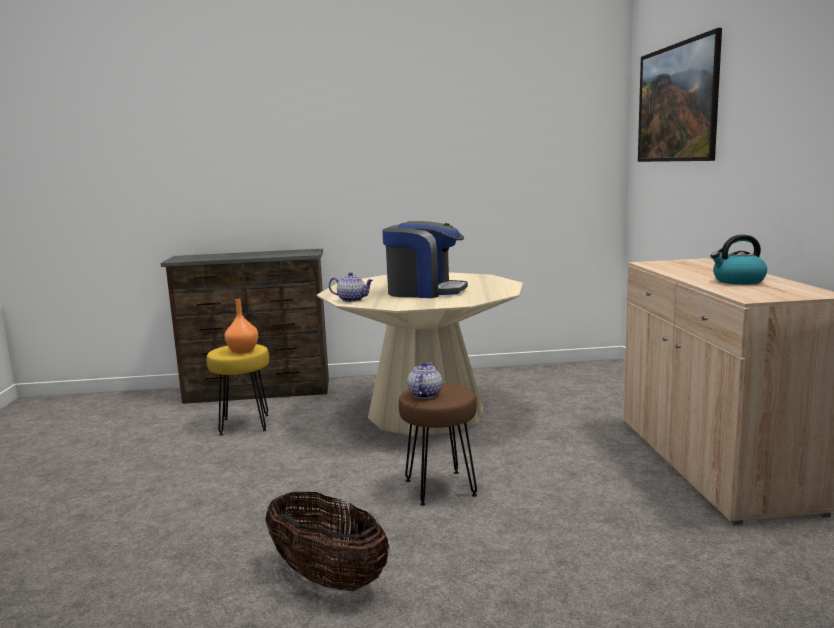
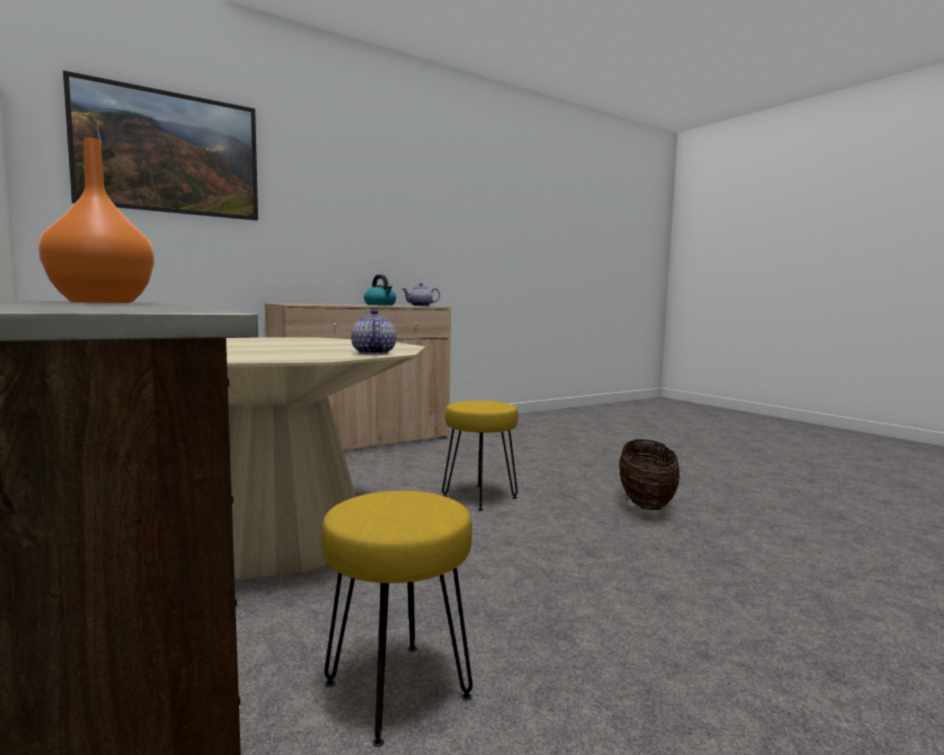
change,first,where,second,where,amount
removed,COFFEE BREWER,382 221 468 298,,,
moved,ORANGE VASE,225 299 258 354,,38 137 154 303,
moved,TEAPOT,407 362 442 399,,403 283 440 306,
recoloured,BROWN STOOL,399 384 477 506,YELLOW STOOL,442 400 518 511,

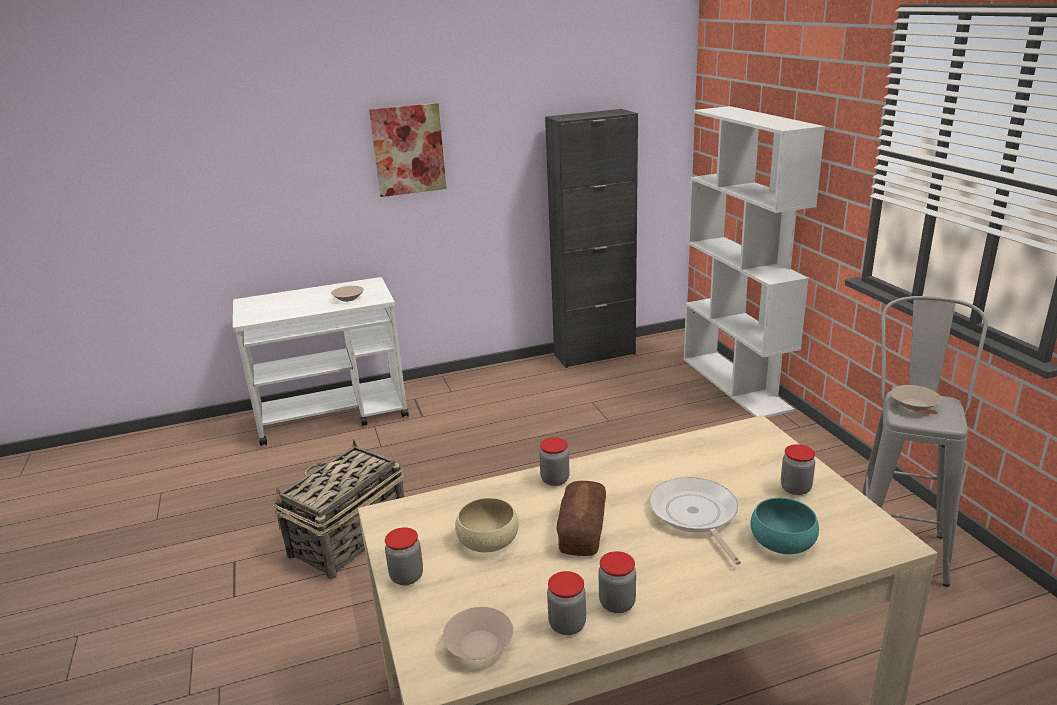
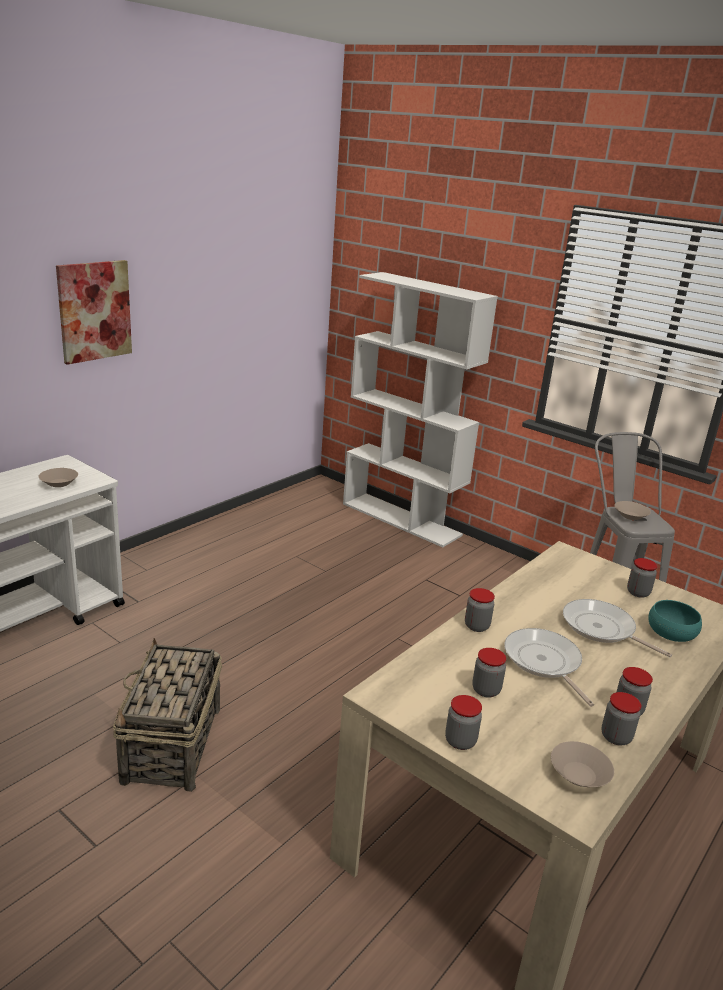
change,first,where,second,where,amount
removed,BLACK-COLOURED CABINET,545 109 638 368,,,
replaced,SAND-COLOURED SERVING BOWL,455 497 519 552,PRESERVE JAR,472 648 506 698,
replaced,BAKERY BREAD,556 481 606 556,FRYING PAN,504 628 594 707,

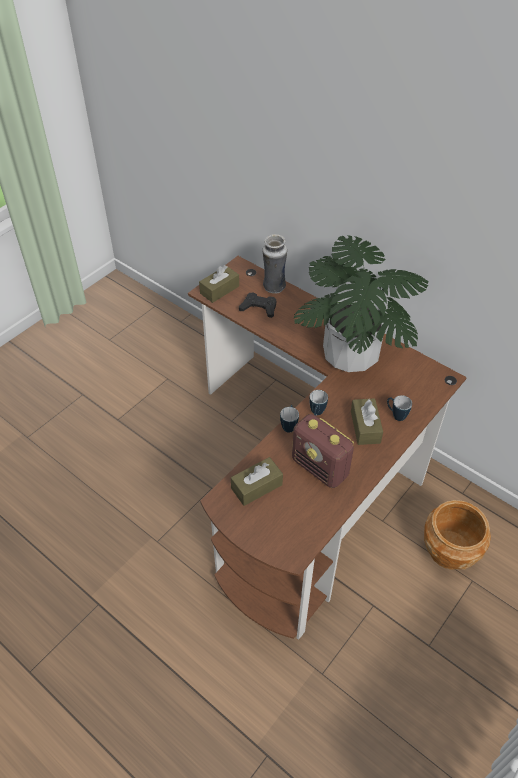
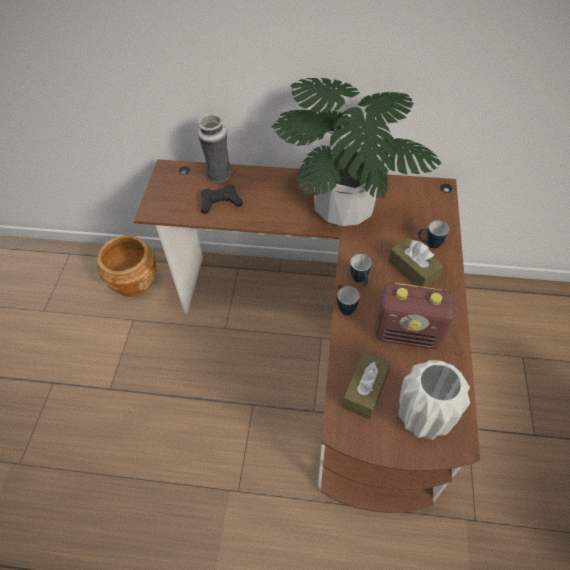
change,first,where,second,where,amount
removed,BROWN BOX OF TISSUES,199 265 239 303,,,
added,,,WHITISH VASE,399 360 470 440,
moved,BROWN PLANTER,424 500 491 570,,97 235 156 297,

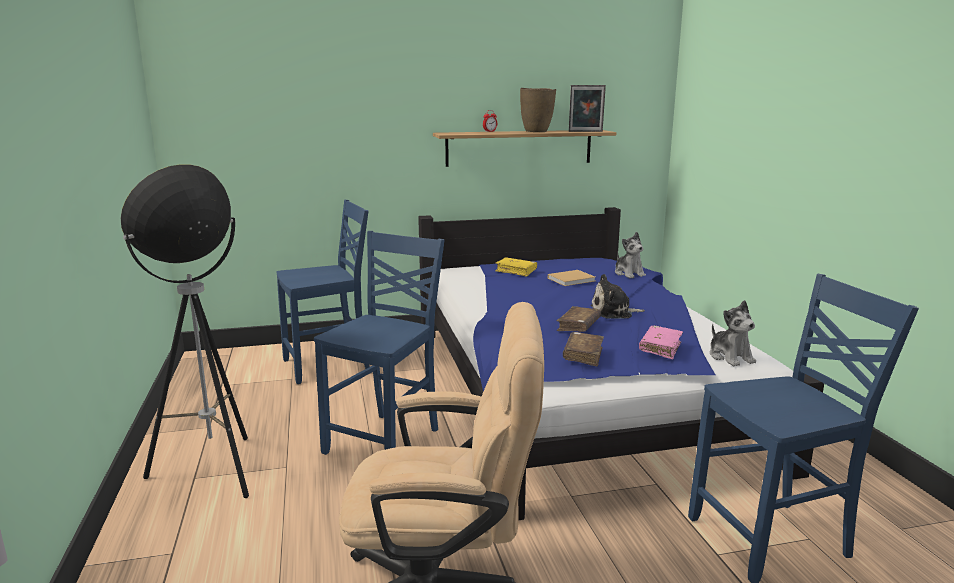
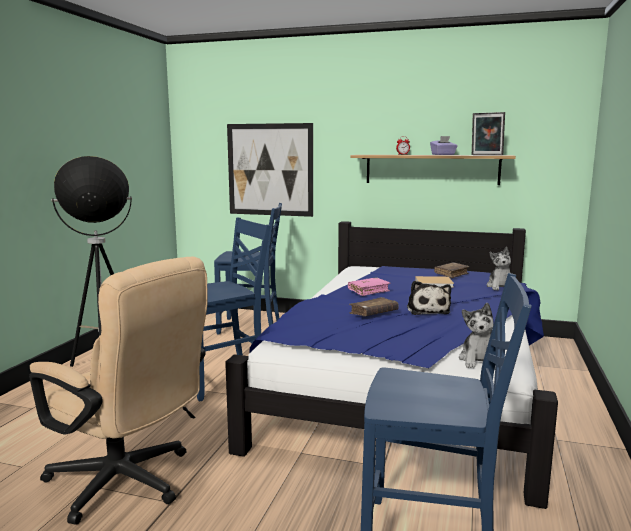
change,first,where,second,where,amount
removed,YELLOW BOOK,495 257 537 277,,,
added,,,WALL PICTURE,227 123 313 217,
moved,BROWN BOOK,563 332 604 367,,434 262 469 278,
moved,PINK BOOK,639 325 683 359,,348 277 391 296,
replaced,BROWN VASE,520 88 556 132,PURPLE BOX OF TISSUES,430 136 457 155,
turned,CUDDLY TOY,590 274 645 319,,407 281 451 315,120 degrees counterclockwise

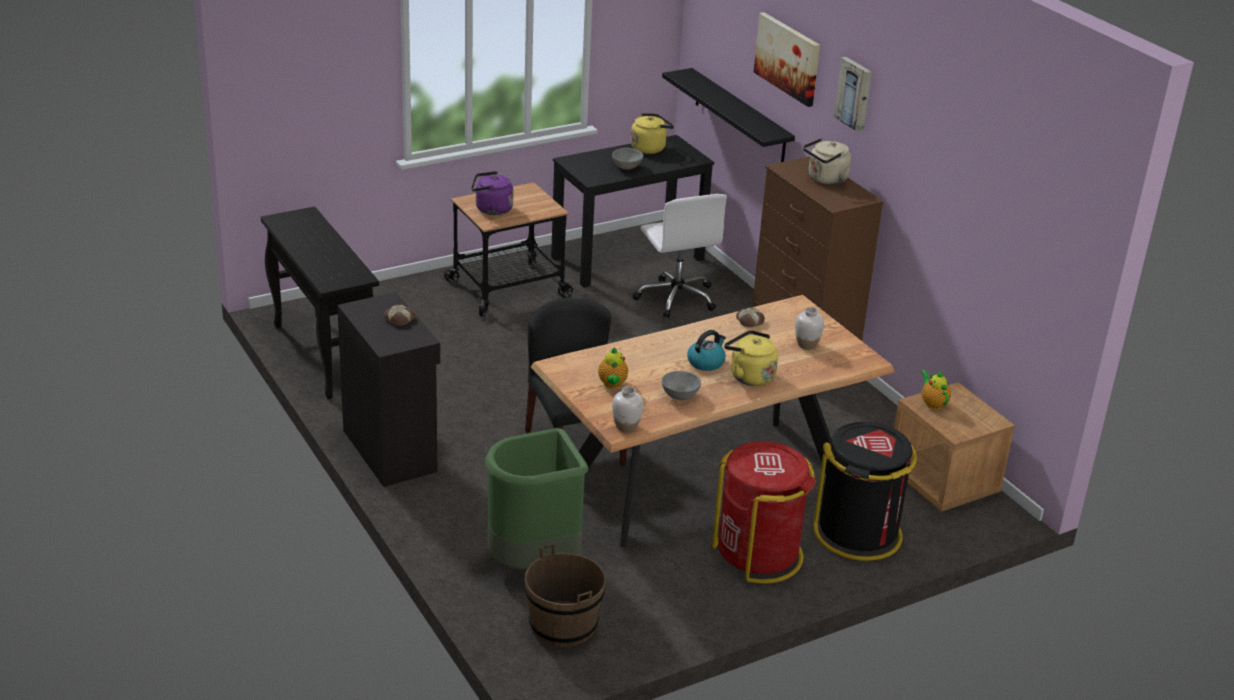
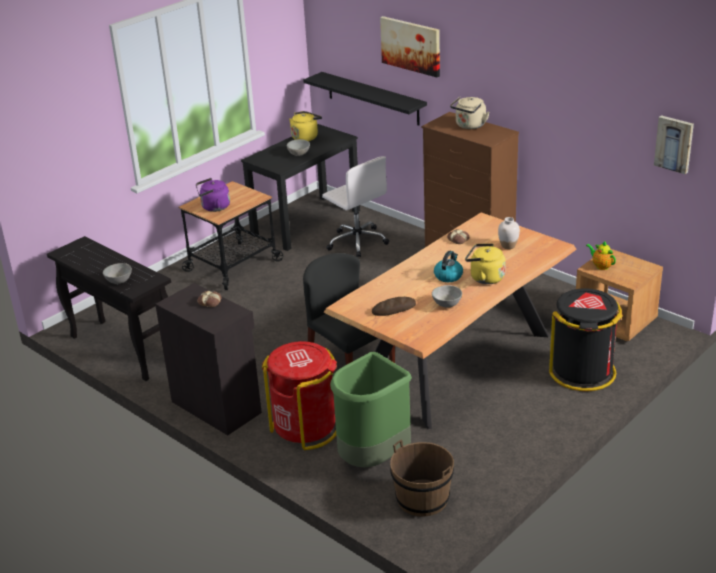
change,first,where,second,where,amount
removed,WHITISH VASE,612 386 643 433,,,
added,,,GREYISH SERVING BOWL,103 263 132 284,
moved,RED TRASH CAN,712 441 816 584,,262 341 337 450,
moved,WALL PICTURE,834 57 872 133,,654 115 694 174,
replaced,TEAPOT,598 347 628 388,BAKERY BREAD,372 297 416 316,

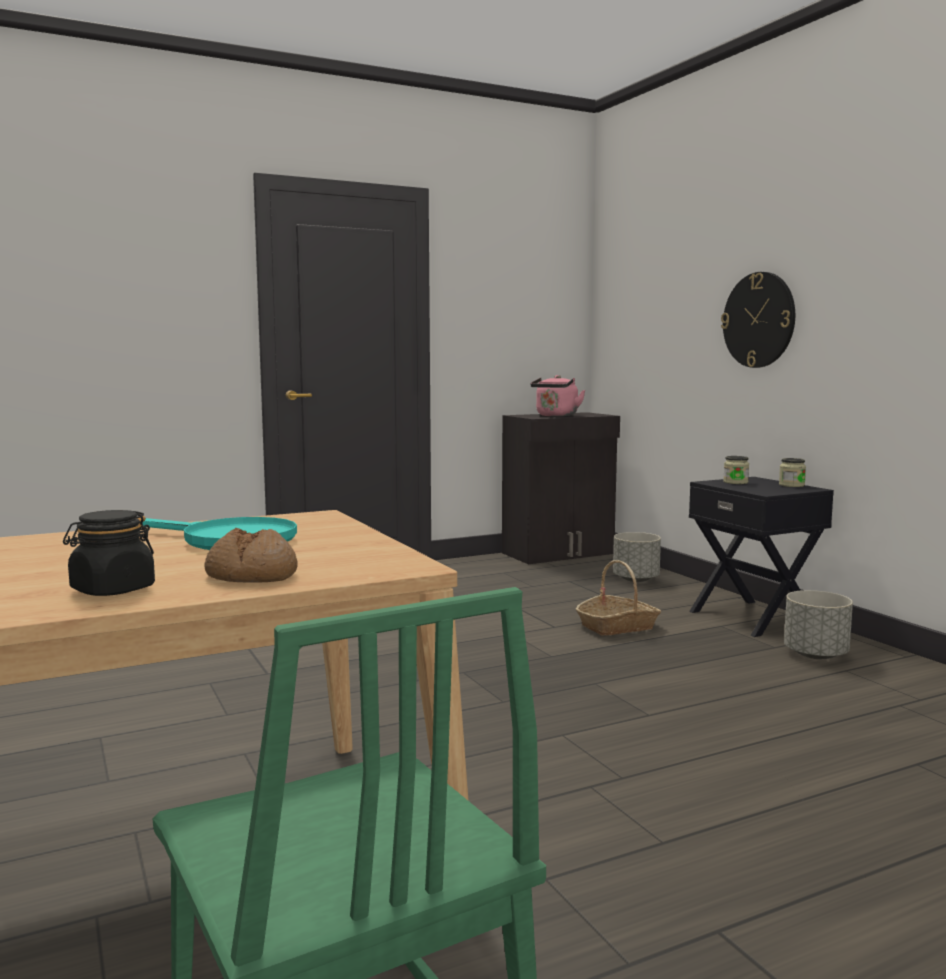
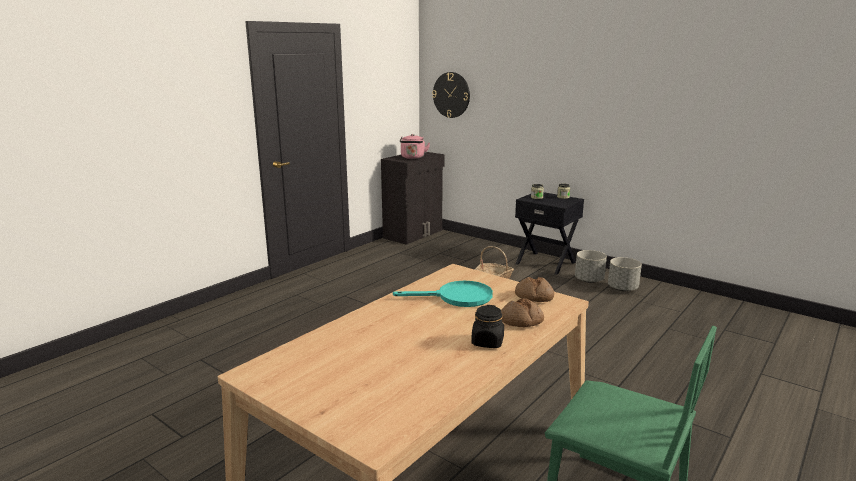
change,first,where,second,where,amount
added,,,BAKERY BREAD,515 277 554 302,
moved,GREYISH PLANTER,613 532 661 582,,608 257 642 291,
moved,CLOCK ON THE WALL,721 272 795 368,,432 72 470 118,

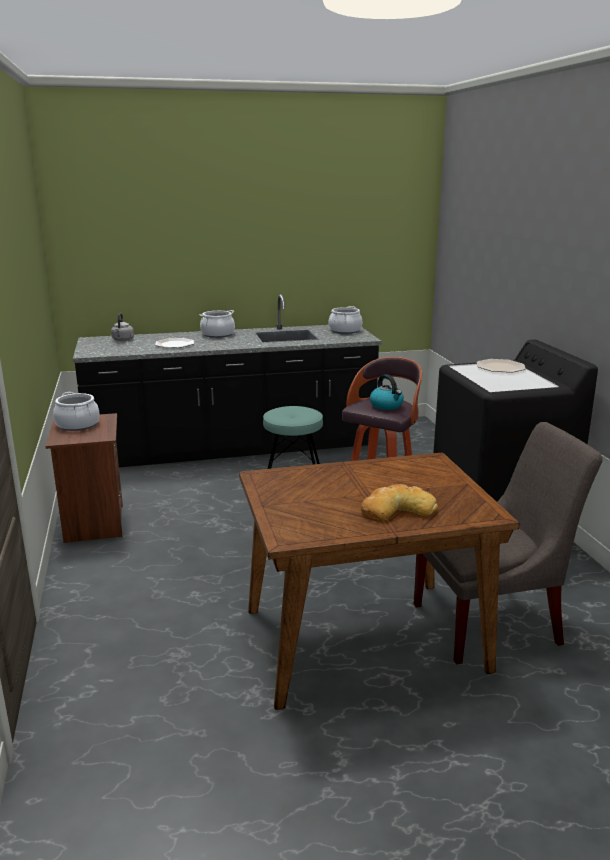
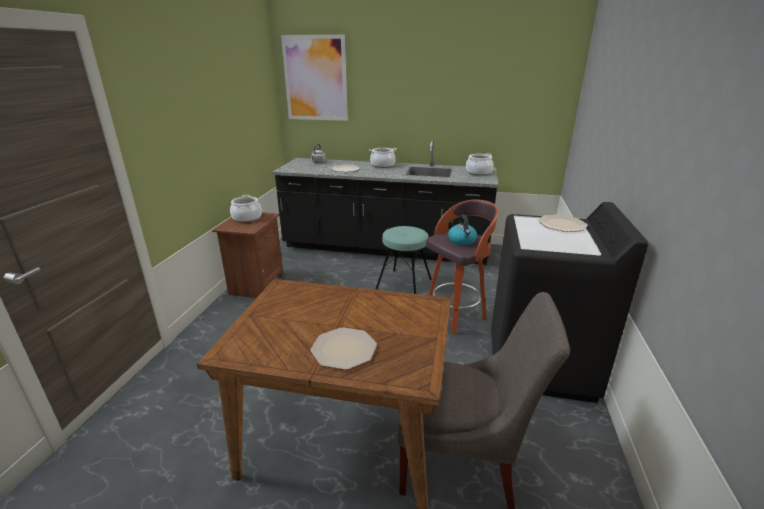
change,first,where,second,where,amount
added,,,WALL PICTURE,281 35 348 121,
replaced,BAKERY BREAD,361 484 438 521,FLAT DISH,310 327 377 370,

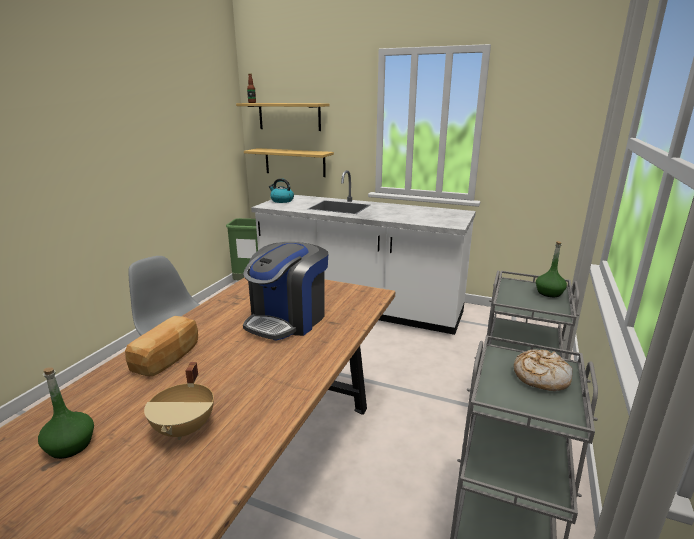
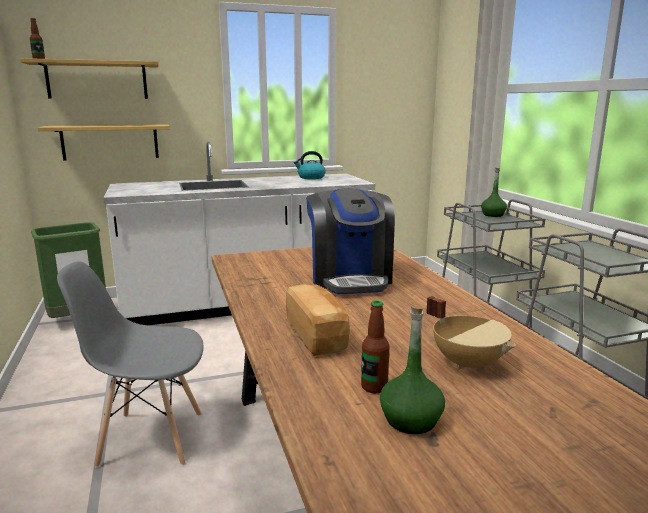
change,first,where,second,where,amount
removed,BAKERY BREAD,514 349 572 391,,,
added,,,DRINK BOTTLE,361 300 389 393,
moved,WATER KETTLE,269 178 294 203,,294 151 326 179,

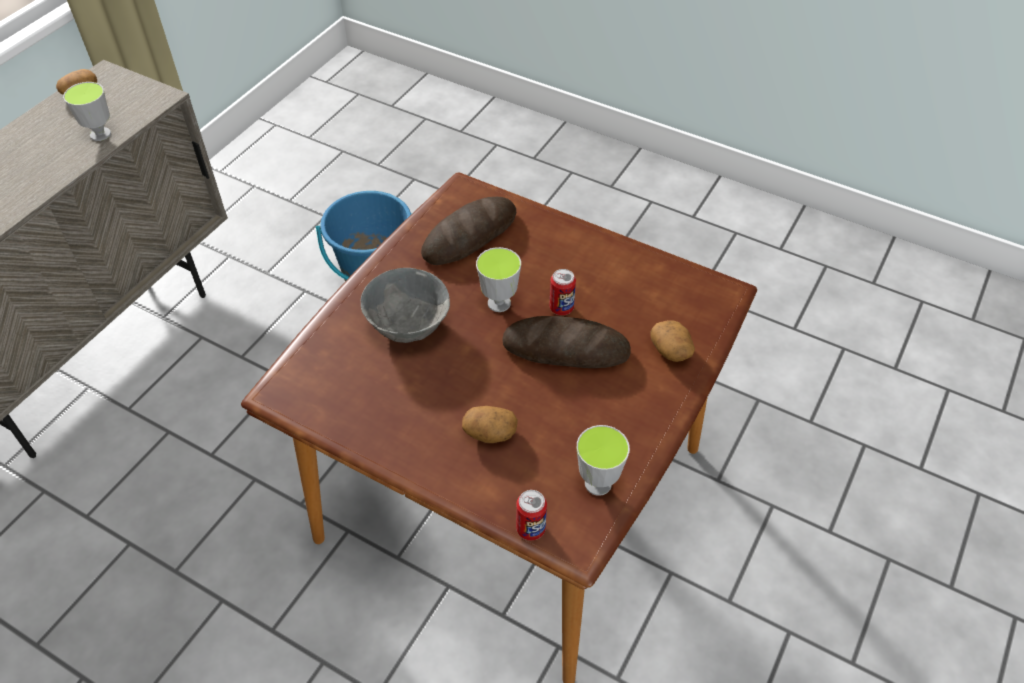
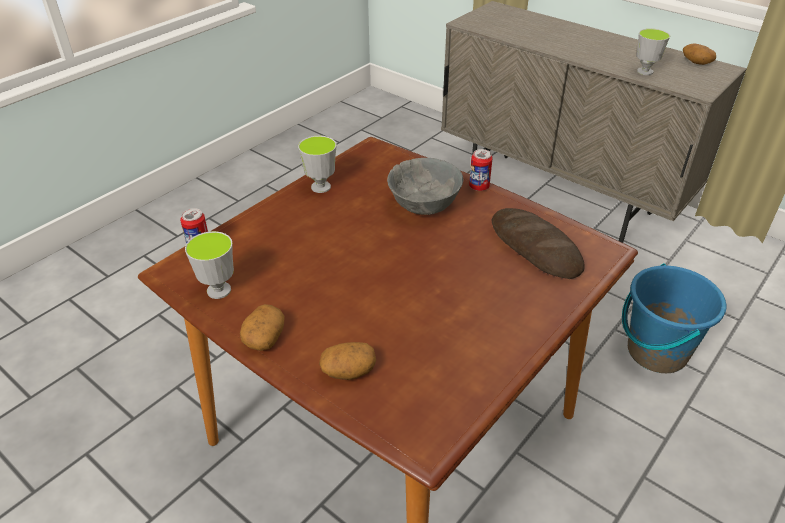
change,first,where,second,where,amount
removed,BAKERY BREAD,502 316 631 368,,,
moved,POTATO,462 406 518 443,,240 304 285 351,
moved,CUP,476 247 521 312,,298 136 337 193,
moved,SEALED CAN,549 269 576 315,,469 149 493 191,

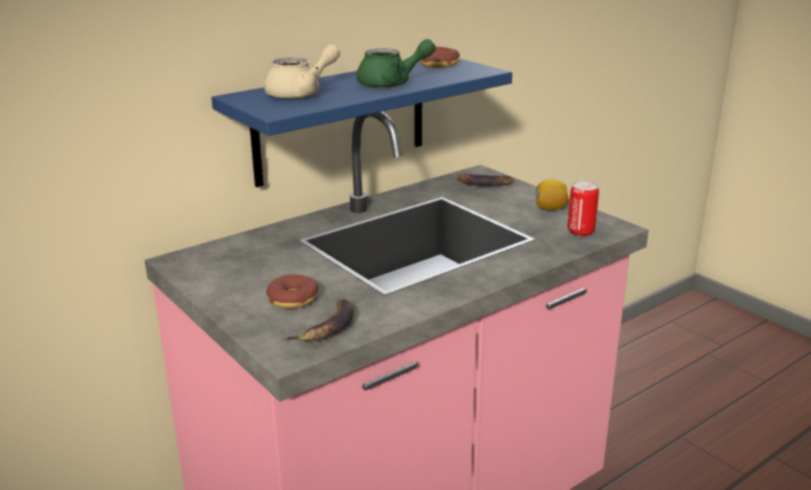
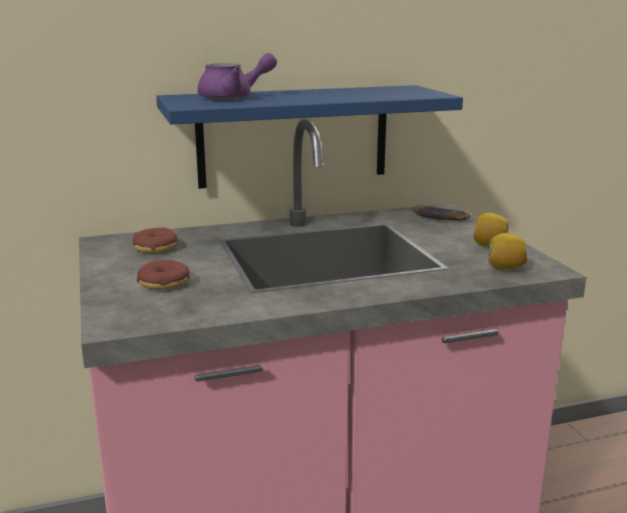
change,first,where,second,where,amount
removed,BANANA FRUIT,282 299 354 342,,,
removed,GREEN TEAPOT,356 39 436 88,,,
moved,DOUGHNUT,419 47 460 68,,132 227 178 253,
replaced,SEALED CAN,568 181 599 236,WHOLE LEMON,488 233 528 270,
recoloured,SAND-COLOURED TEAPOT,264 44 340 99,PURPLE TEAPOT,197 53 277 100,

